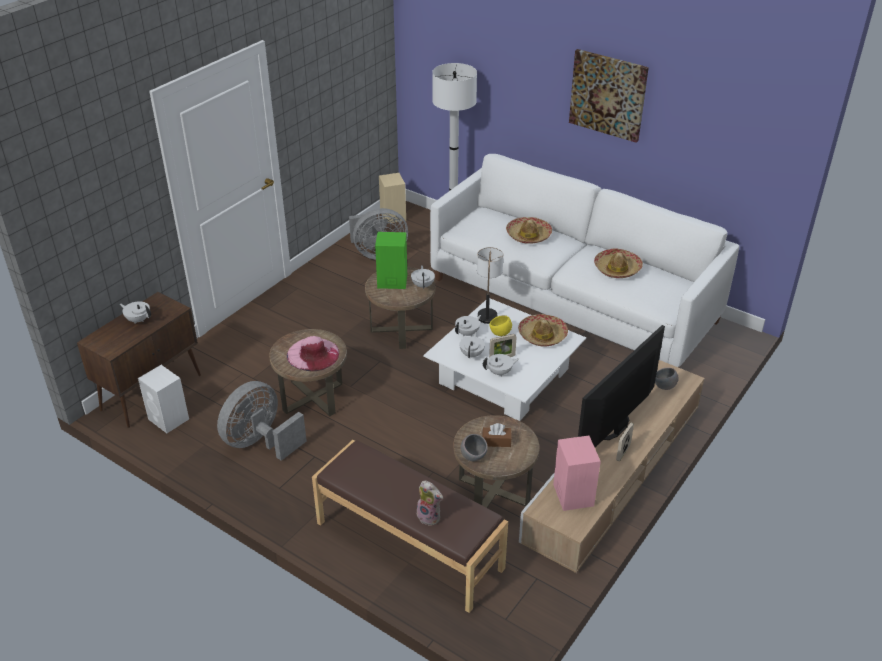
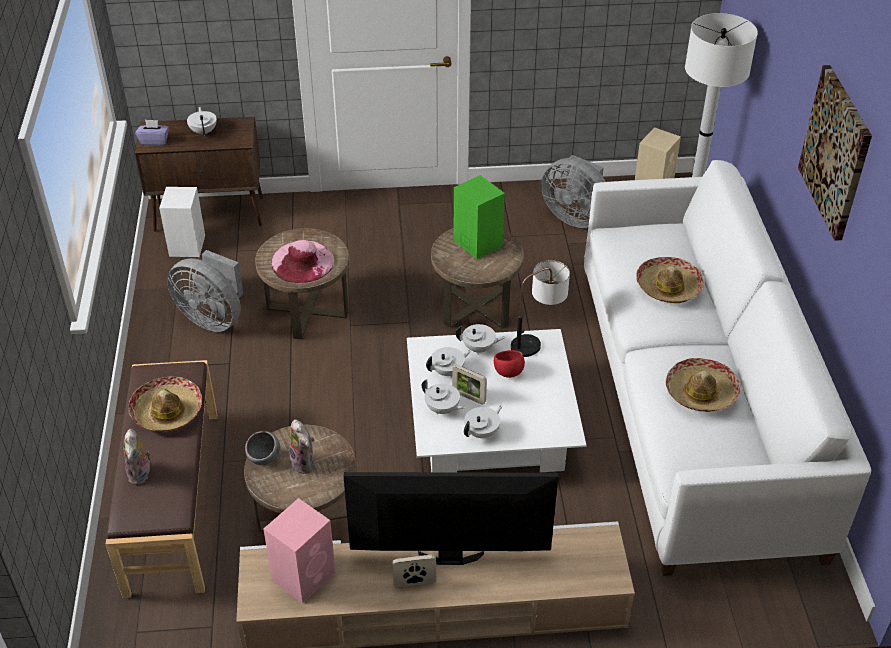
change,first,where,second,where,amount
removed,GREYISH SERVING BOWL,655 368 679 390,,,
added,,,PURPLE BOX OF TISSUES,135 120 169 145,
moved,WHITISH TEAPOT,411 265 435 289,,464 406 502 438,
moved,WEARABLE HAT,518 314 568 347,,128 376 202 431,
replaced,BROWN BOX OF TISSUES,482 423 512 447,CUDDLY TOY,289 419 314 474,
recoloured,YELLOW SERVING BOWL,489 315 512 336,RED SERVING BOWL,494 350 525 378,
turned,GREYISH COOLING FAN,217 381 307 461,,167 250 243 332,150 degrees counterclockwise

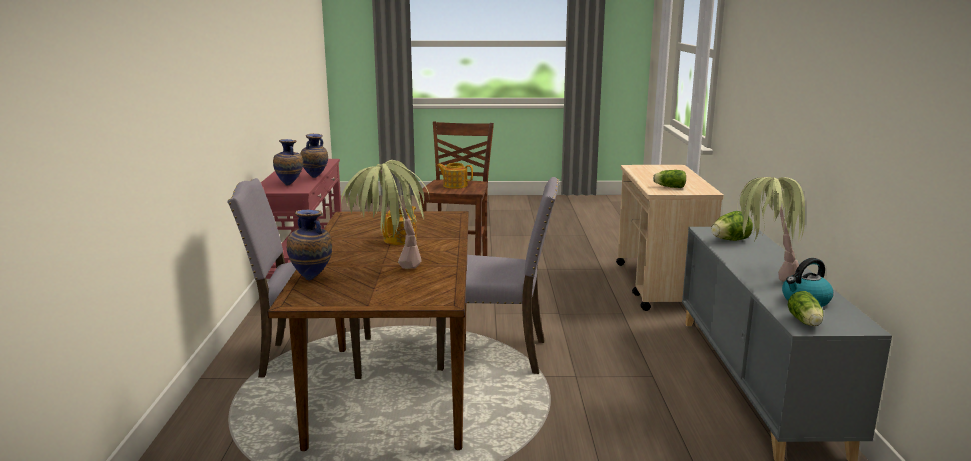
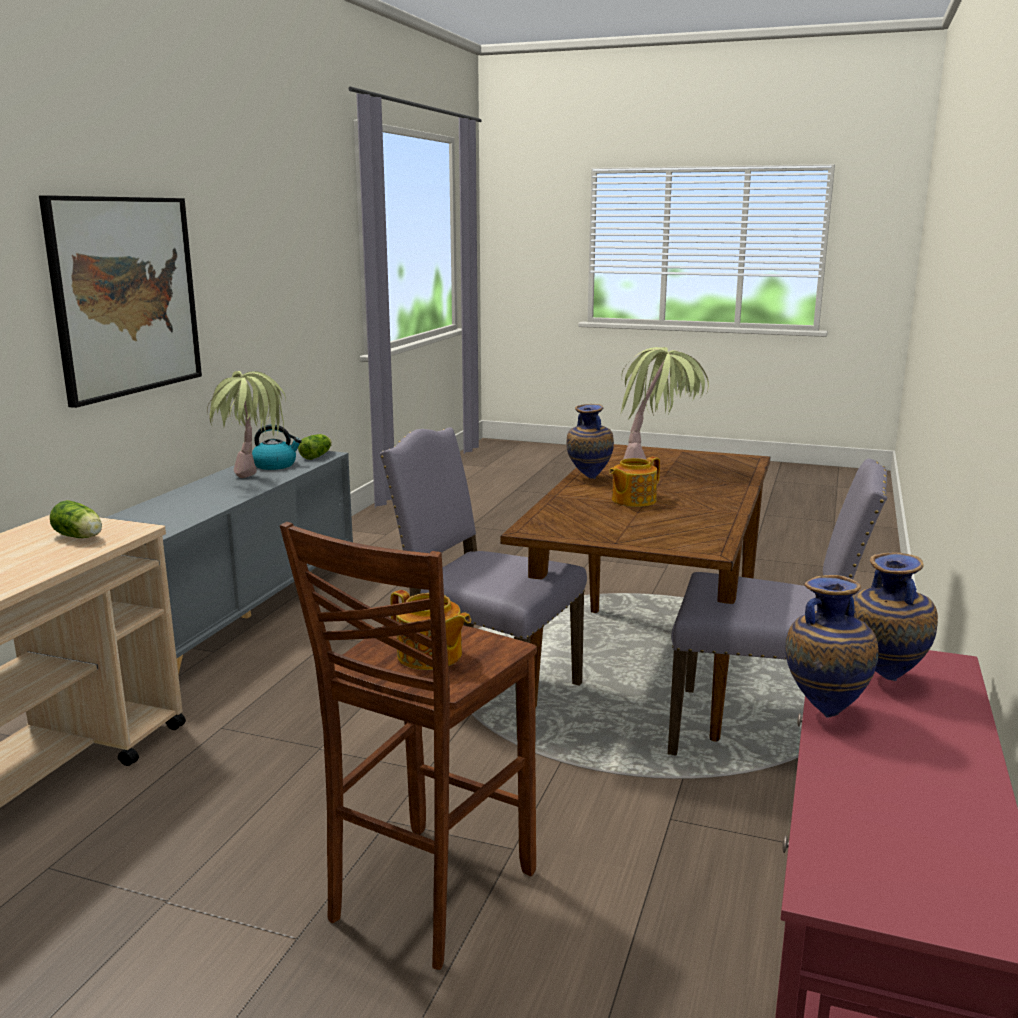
change,first,where,second,where,amount
removed,LETTUCE,711 211 753 241,,,
added,,,WALL PICTURE,39 195 202 408,
moved,VASE,287 210 332 280,,566 404 614 479,

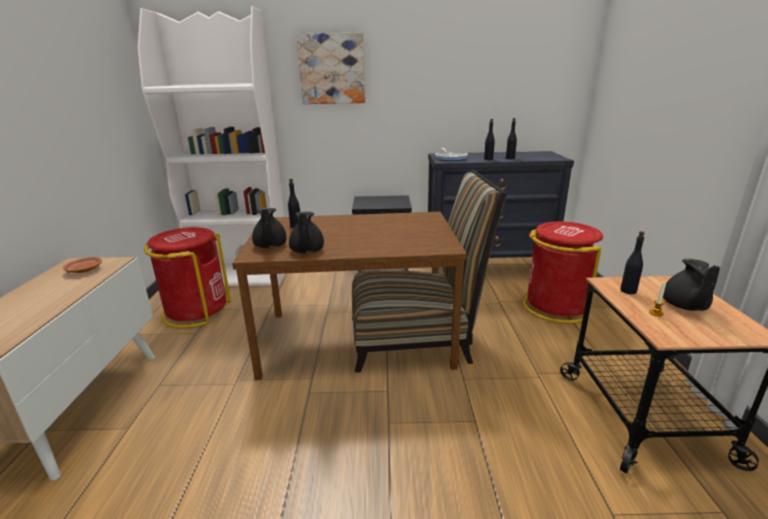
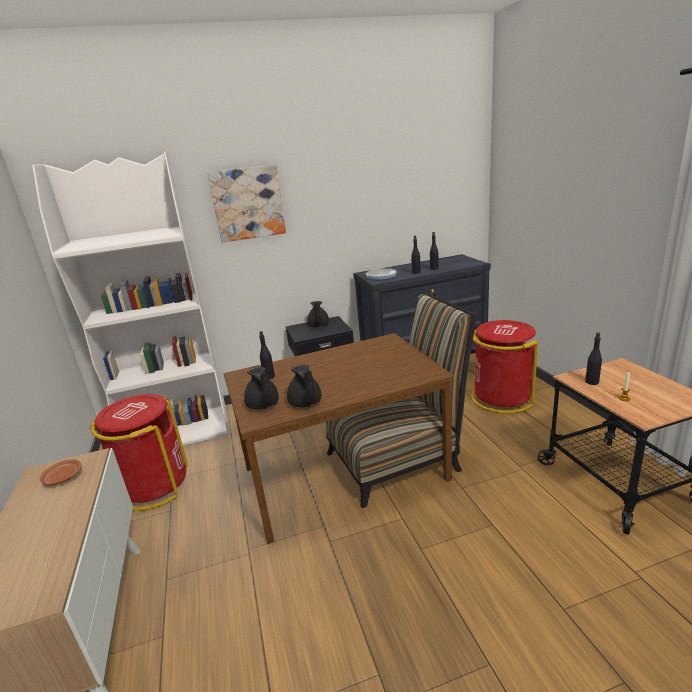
change,first,where,second,where,amount
moved,BLACK-COLOURED TEAPOT,663 259 720 311,,307 301 329 328,

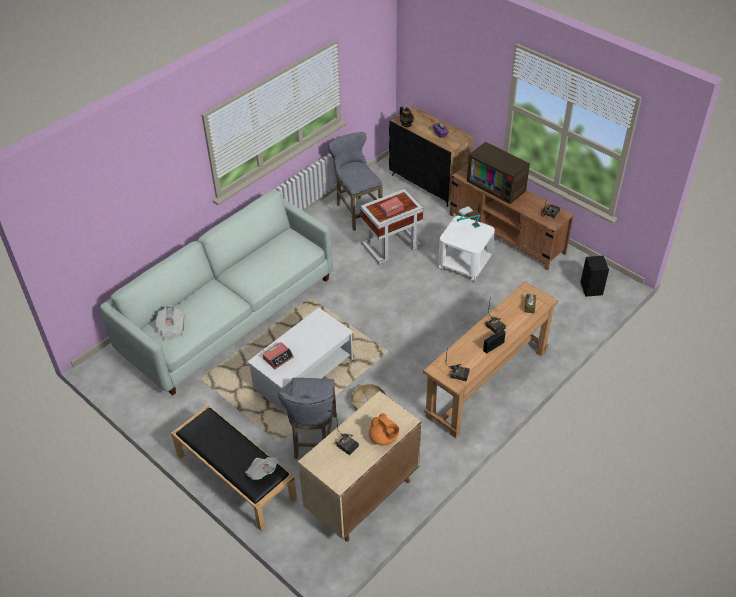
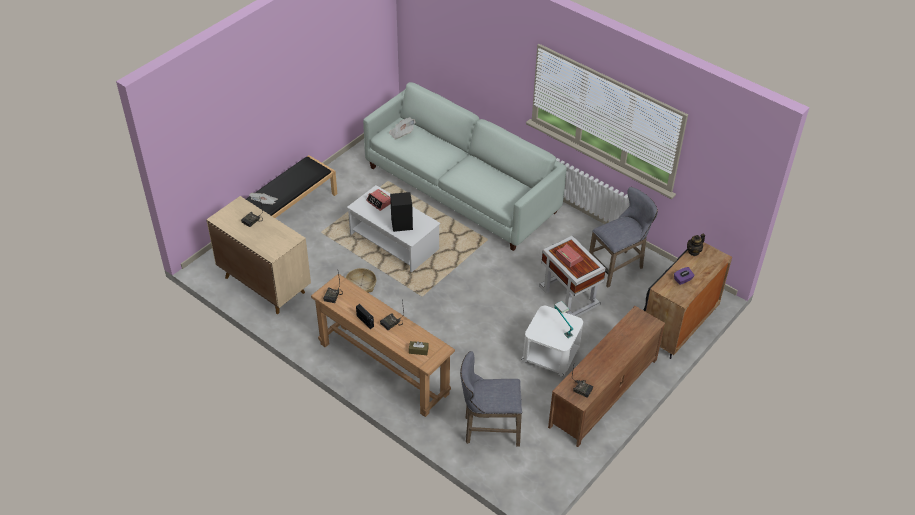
change,first,where,second,where,amount
removed,ORANGE TEAPOT,369 413 399 445,,,
removed,TV,467 142 530 204,,,
moved,GREYISH STOOL,278 378 336 459,,460 351 522 446,
moved,BLACK-COLOURED SPEAKER,580 256 609 297,,390 192 413 232,

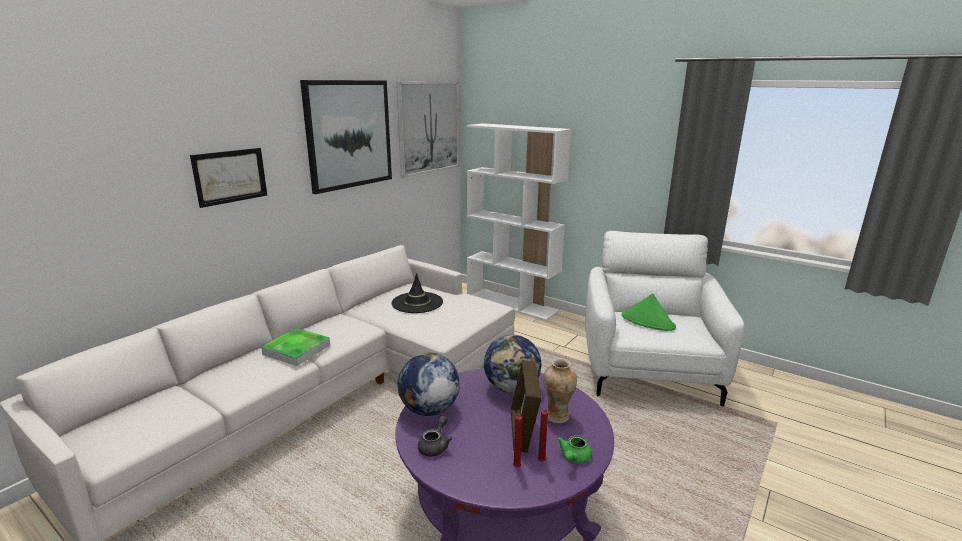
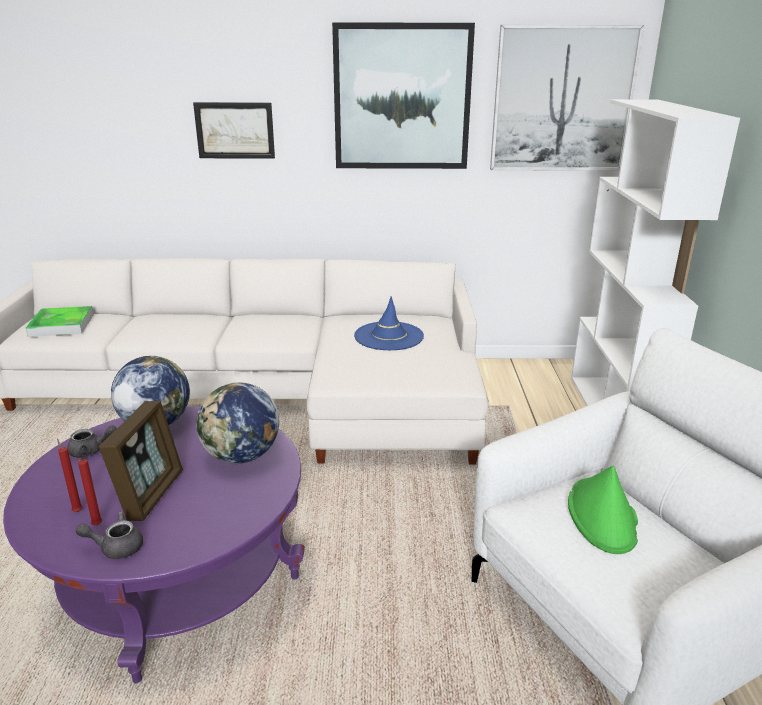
change,first,where,second,where,amount
removed,VASE,543 358 577 423,,,
moved,SERVING TRAY,261 328 330 366,,26 306 94 337,
recoloured,BLACK-COLOURED WEARABLE HAT,392 273 443 313,BLUE-COLOURED WEARABLE HAT,354 296 424 350,
recoloured,GREEN TEAPOT,557 435 592 463,GREYISH TEAPOT,76 512 143 559,
turned,PHOTO FRAME,511 360 542 453,,99 401 183 521,135 degrees clockwise

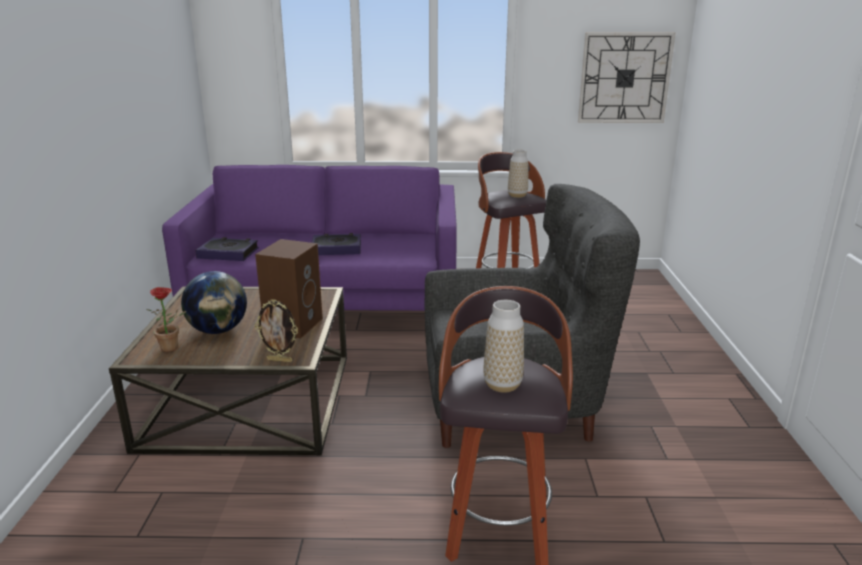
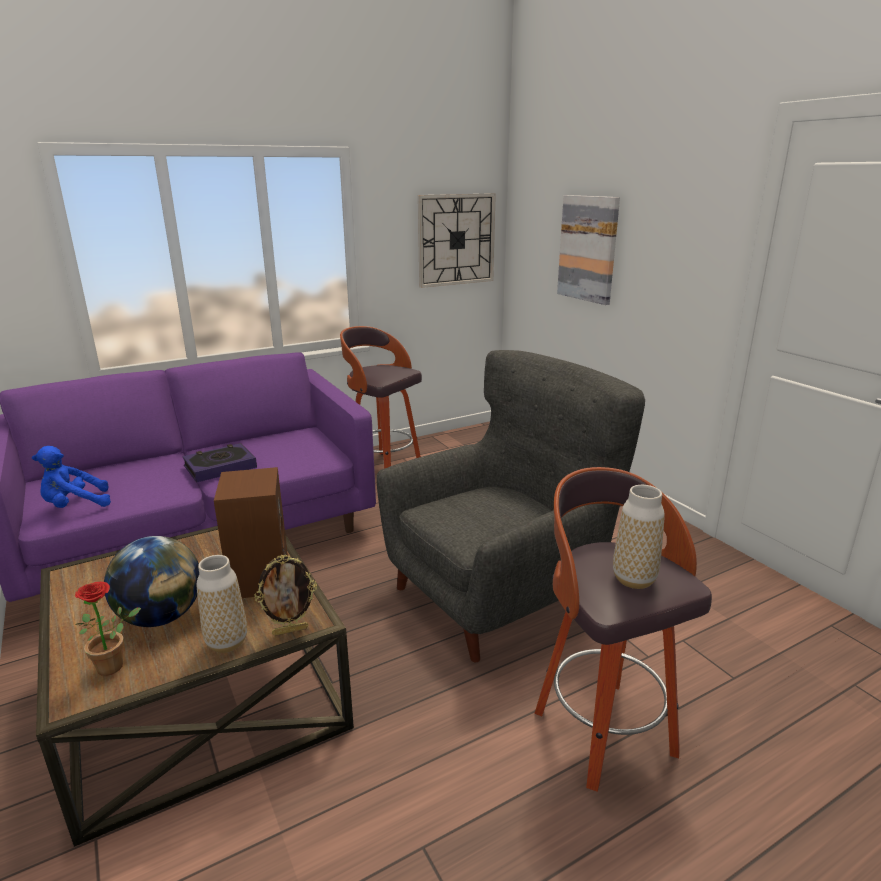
change,first,where,second,where,amount
added,,,WALL PICTURE,557 195 620 305,
moved,VASE,508 150 528 198,,196 555 247 653,
replaced,BOOK,195 237 259 261,BLUE-COLOURED CUDDLY TOY,32 446 111 508,

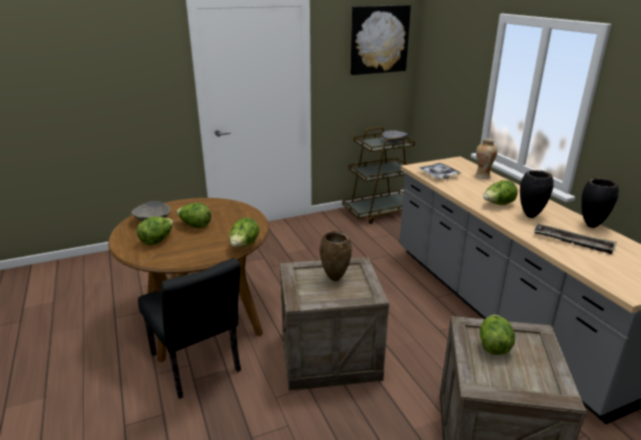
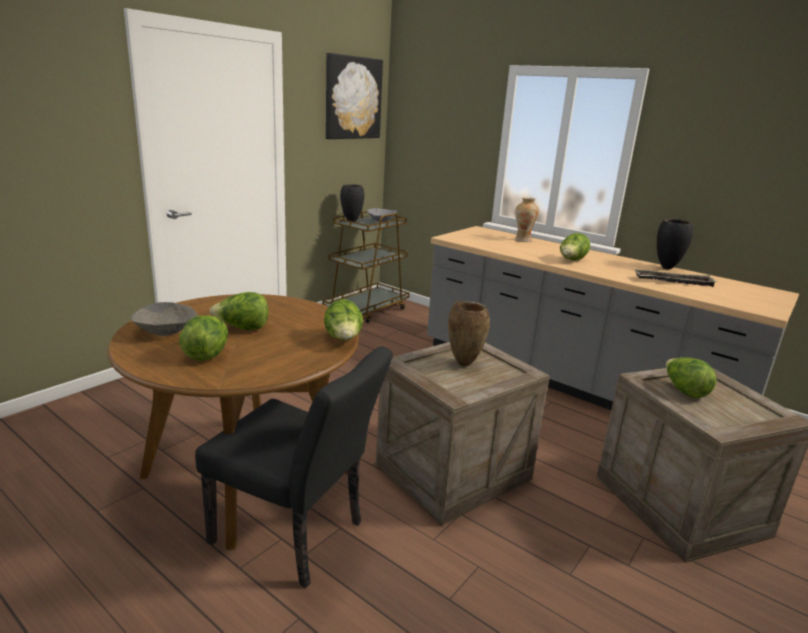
change,first,where,second,where,amount
removed,SERVING TRAY,418 163 461 179,,,
moved,BLACK-COLOURED VASE,520 170 554 218,,340 184 364 222,

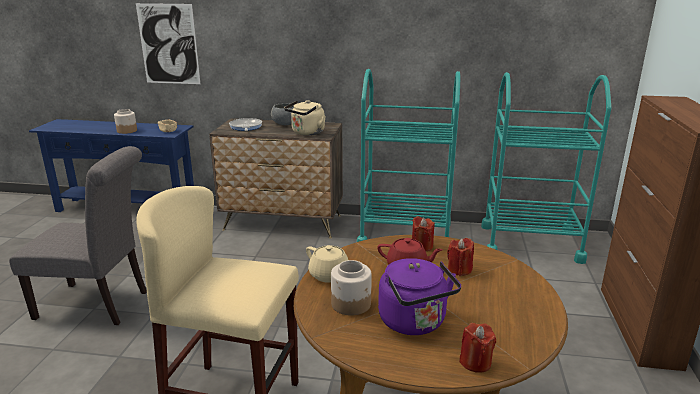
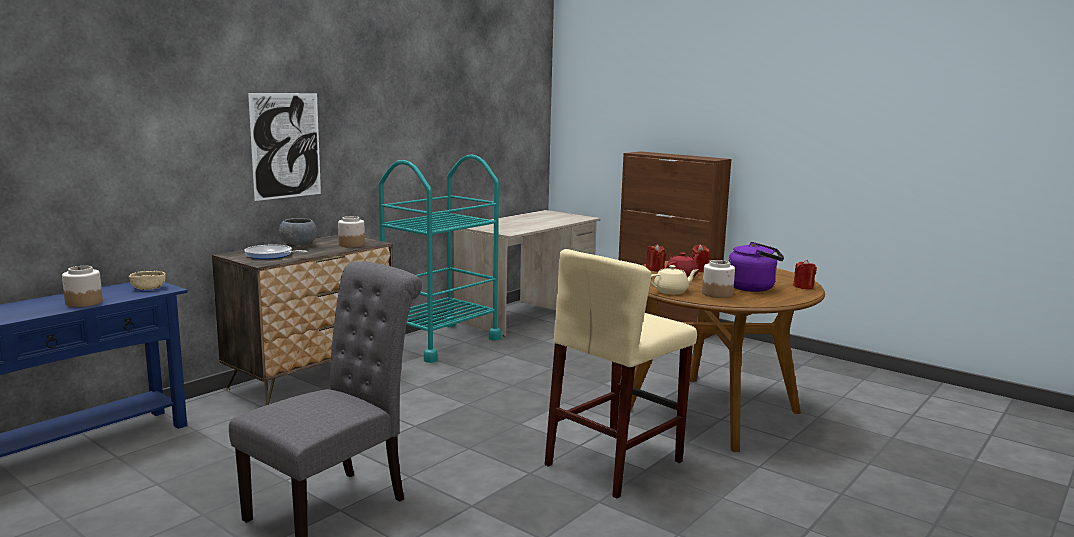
change,first,where,second,where,amount
moved,WALL PICTURE,136 3 201 84,,248 93 321 201,
replaced,SAND-COLOURED WATER KETTLE,284 100 326 135,PRESERVE JAR,338 216 365 247,
replaced,BLUE-GREEN TROLLEY,481 72 612 264,SAND-COLOURED DESK,454 210 600 336,

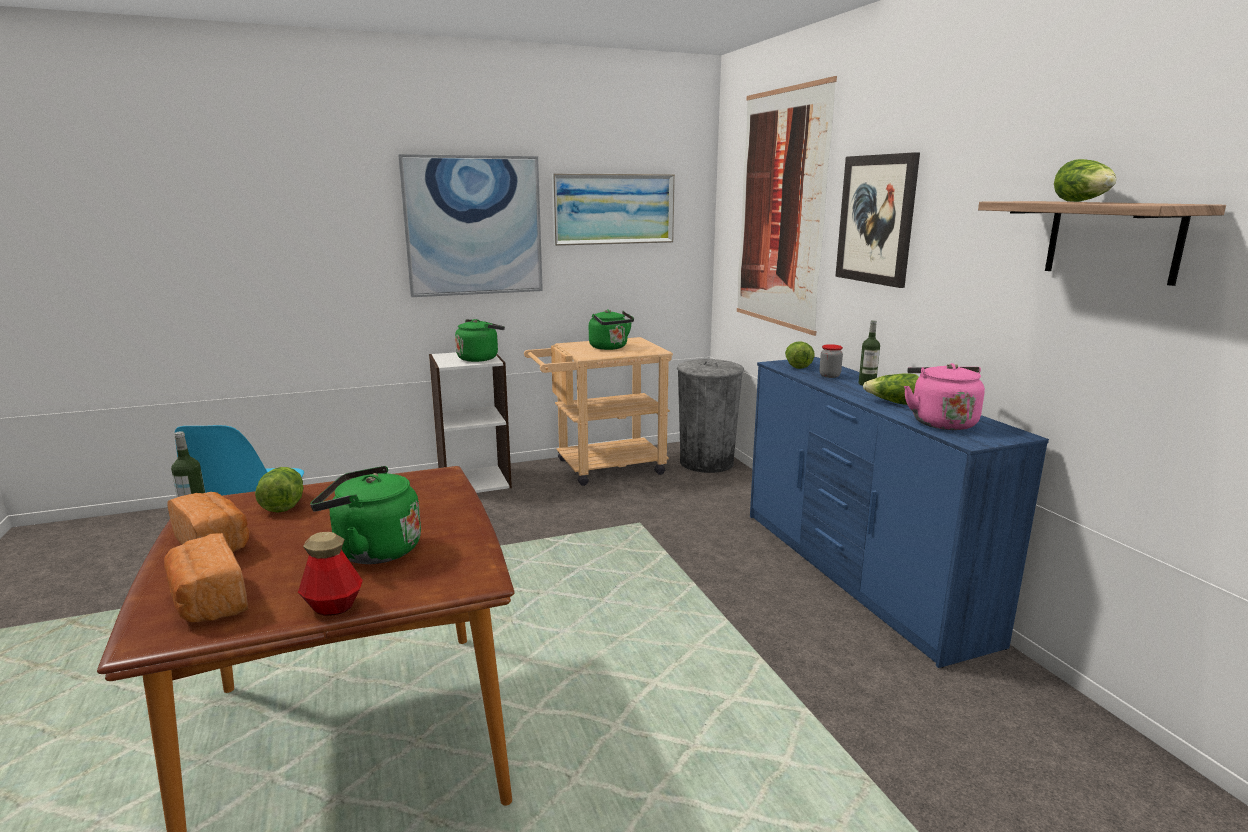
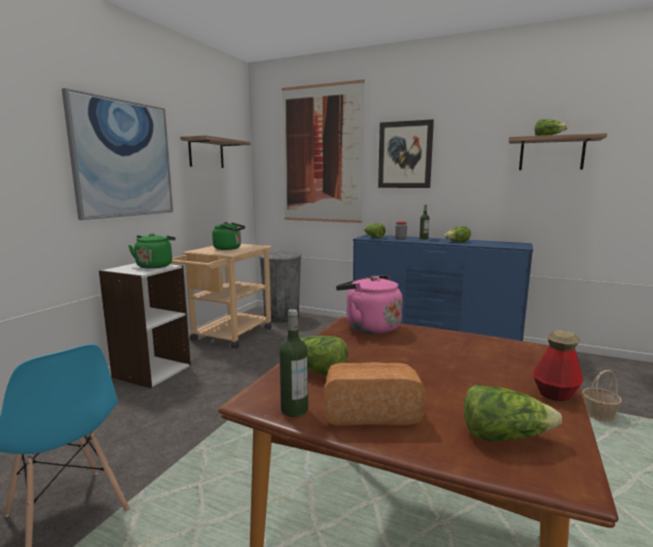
change,first,where,second,where,amount
removed,GREEN WATER KETTLE,310 466 421 564,,,
added,,,BASKET,582 370 622 422,
moved,PINK WATER KETTLE,904 363 985 430,,336 275 402 334,
replaced,BAKERY BREAD,164 533 248 622,LETTUCE,464 385 562 441,
replaced,WALL PICTURE,552 173 675 246,SHELF,180 135 251 168,

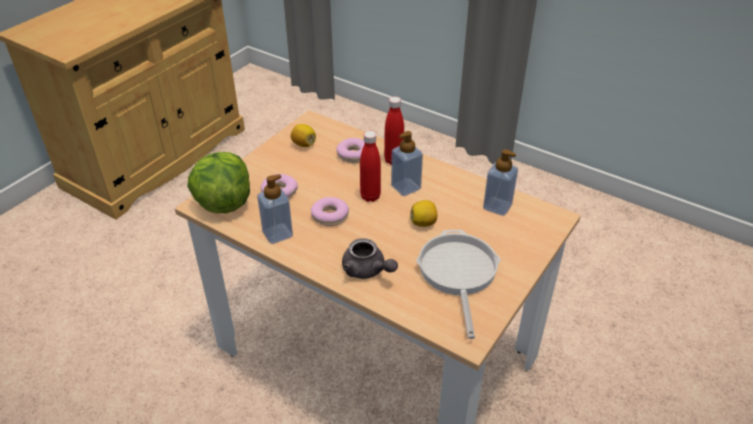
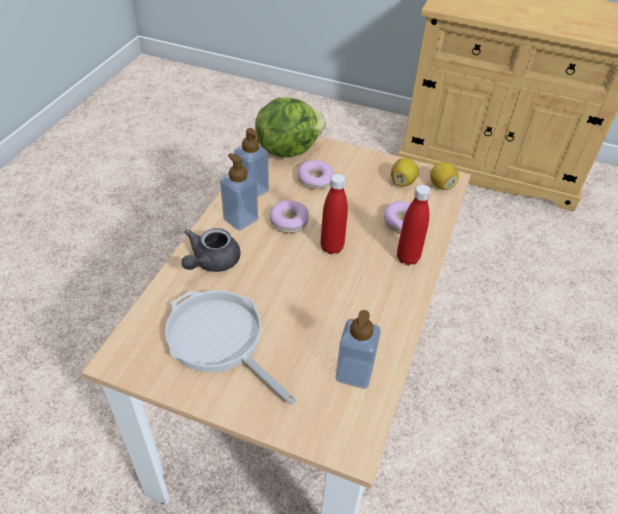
change,first,where,second,where,amount
moved,SOAP DISPENSER,391 131 423 196,,220 153 258 231,
moved,WHOLE LEMON,410 200 437 227,,430 162 459 190,
turned,FRYING PAN,416 230 500 339,,165 290 297 405,120 degrees counterclockwise

